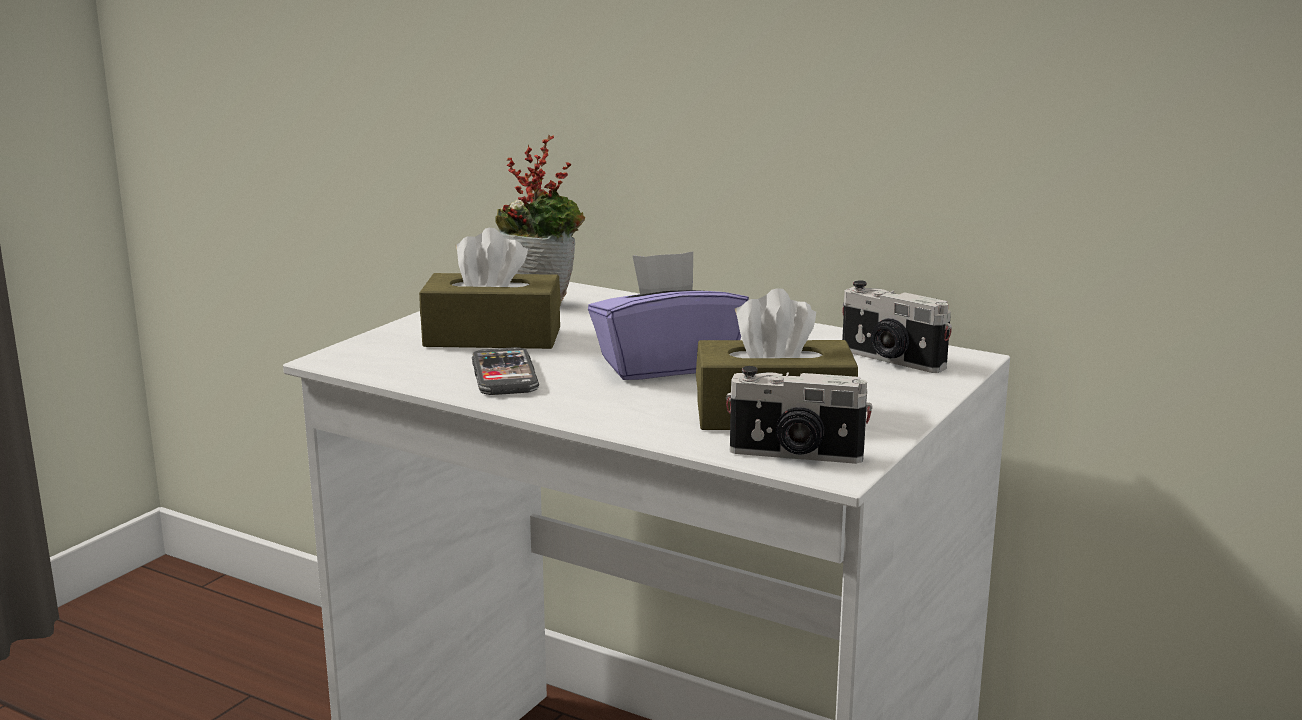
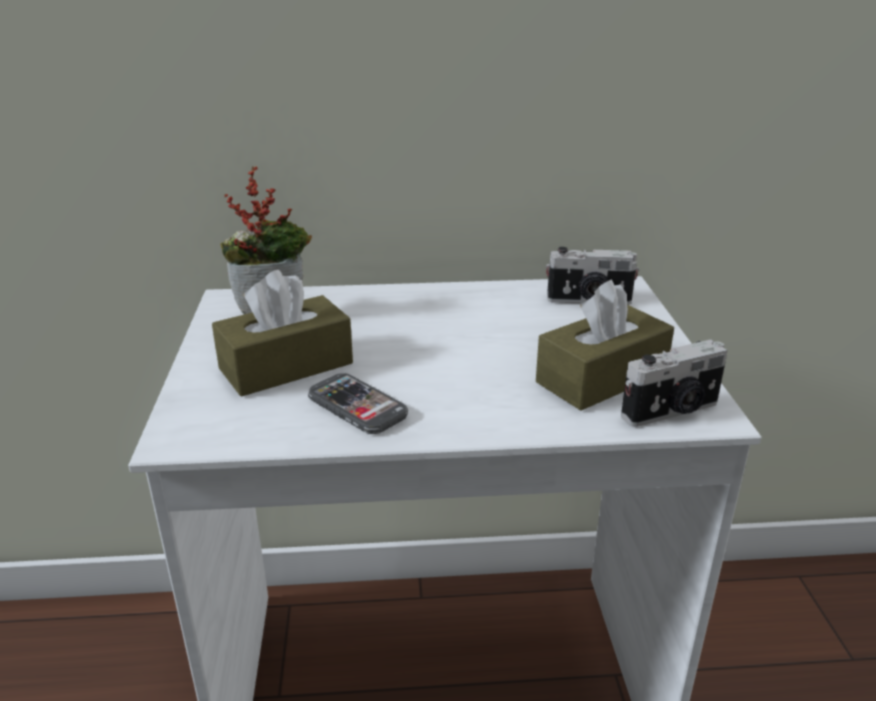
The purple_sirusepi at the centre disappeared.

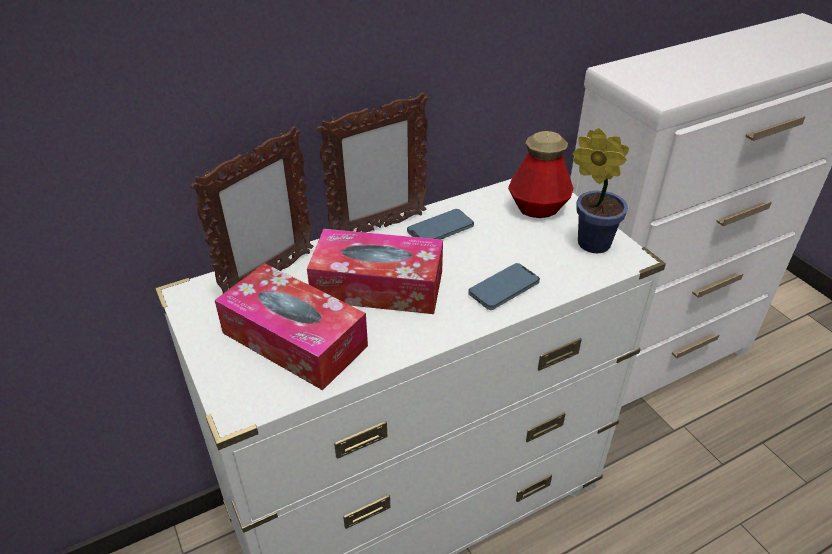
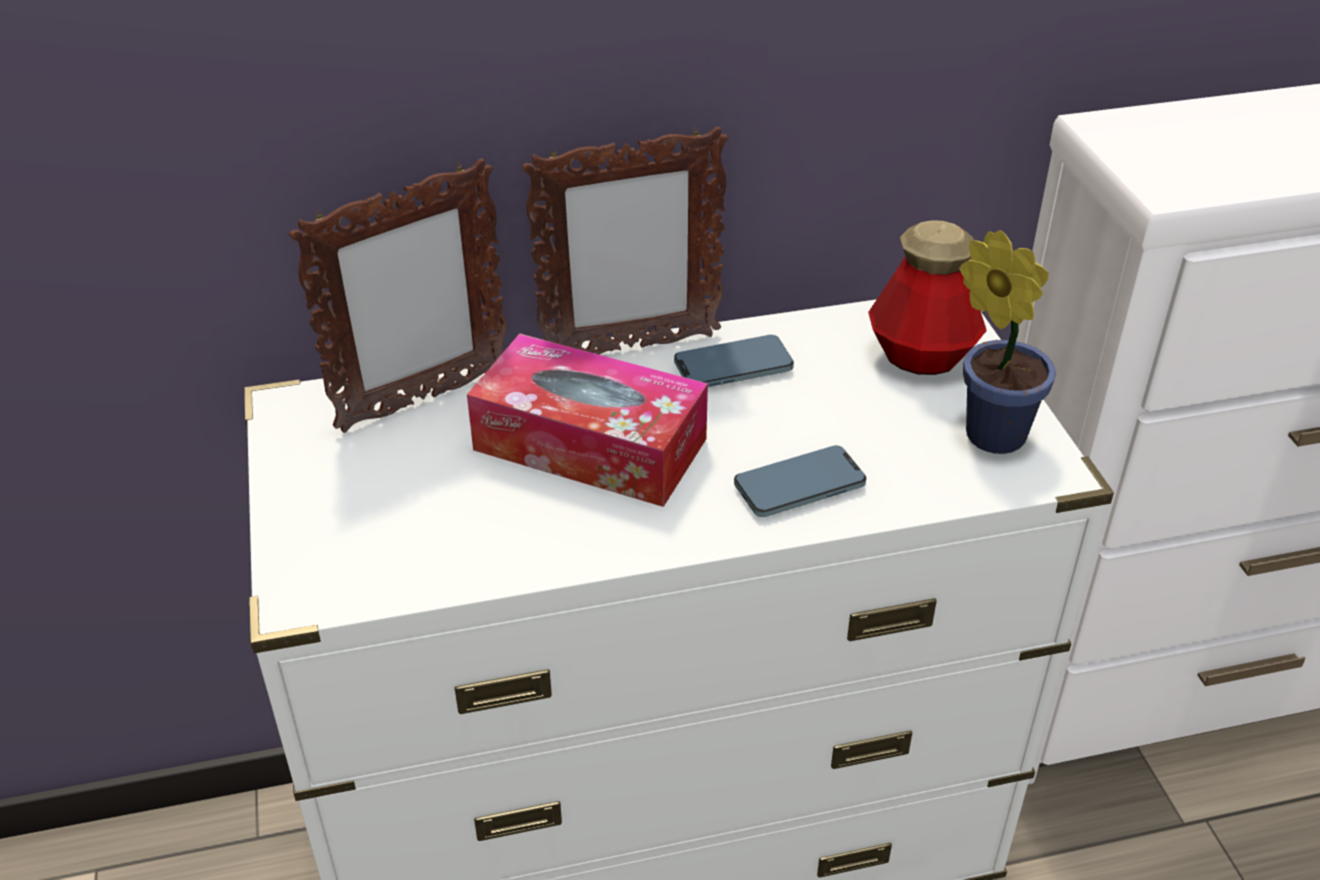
The sirusepi (1st from left) at the centre disappeared.

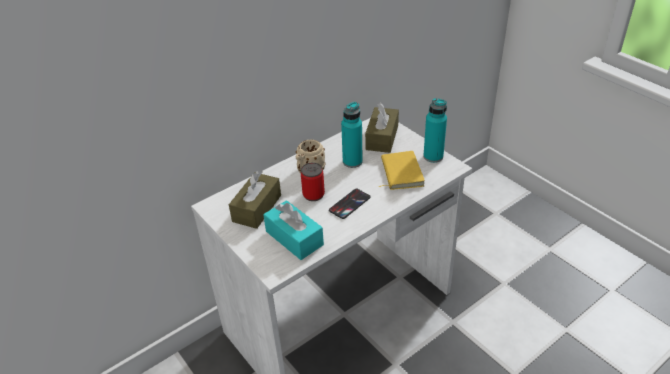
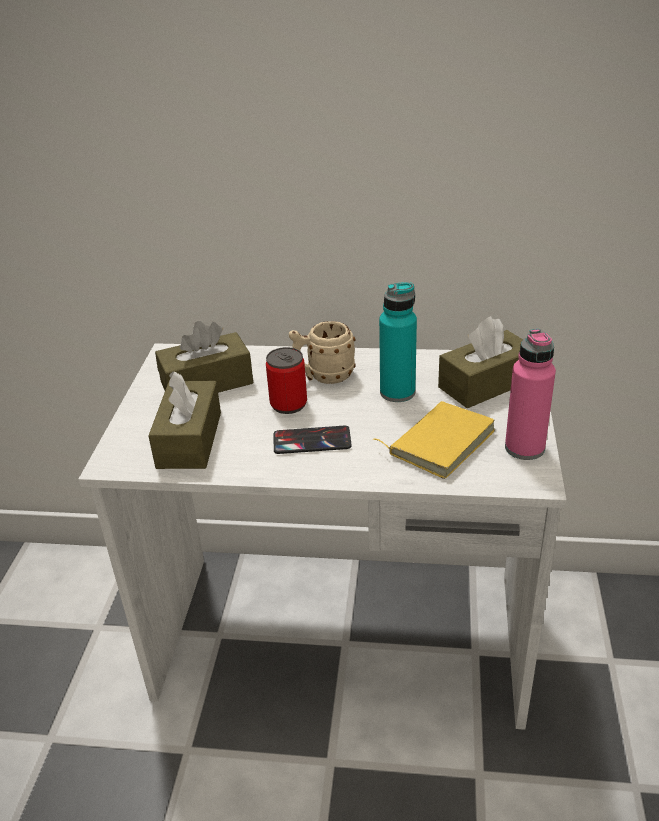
The turquoise_sirusepi at the centre became the brown_sirusepi (1st from left) at the middle left.
The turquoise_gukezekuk (2nd from left) at the centre became the pink_gukezekuk at the middle right.

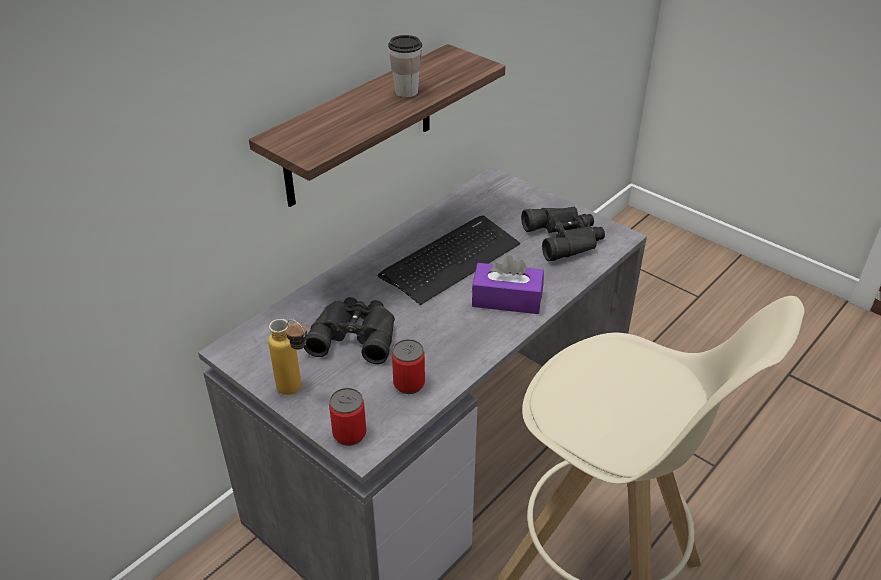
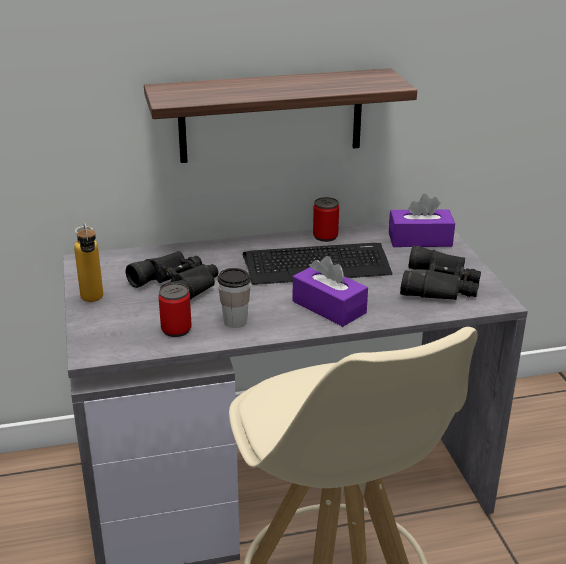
The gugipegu (1st from left in the first image) moved from the bottom centre to the centre.
The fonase moved from the top centre to the centre.
The purple_sirusepi (2nd from left) at the middle right appeared.

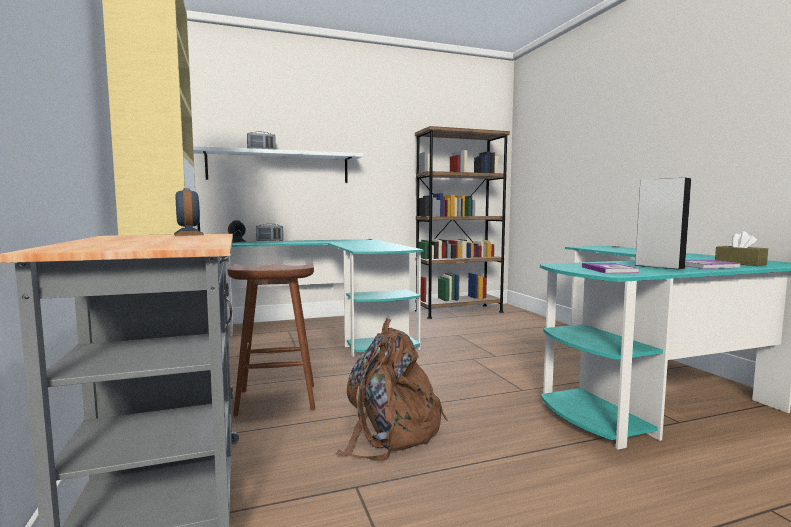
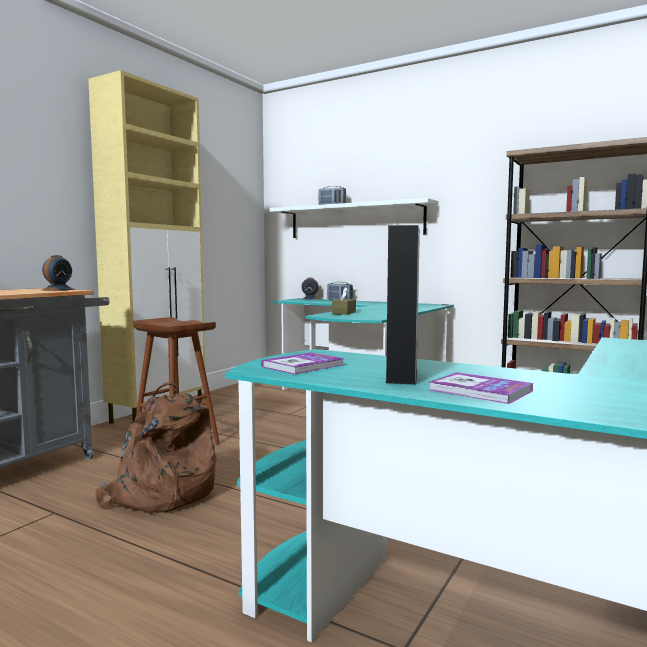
The brown_sirusepi moved from the middle right to the centre.

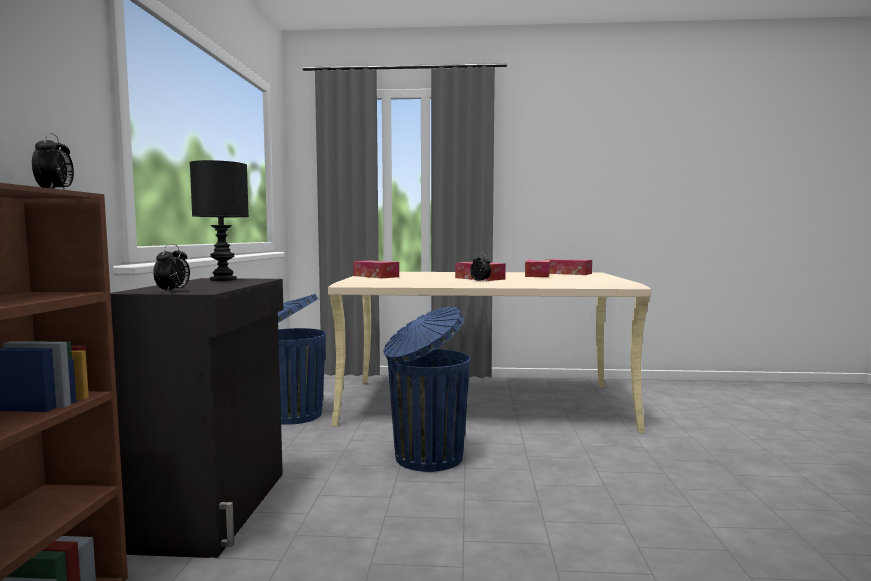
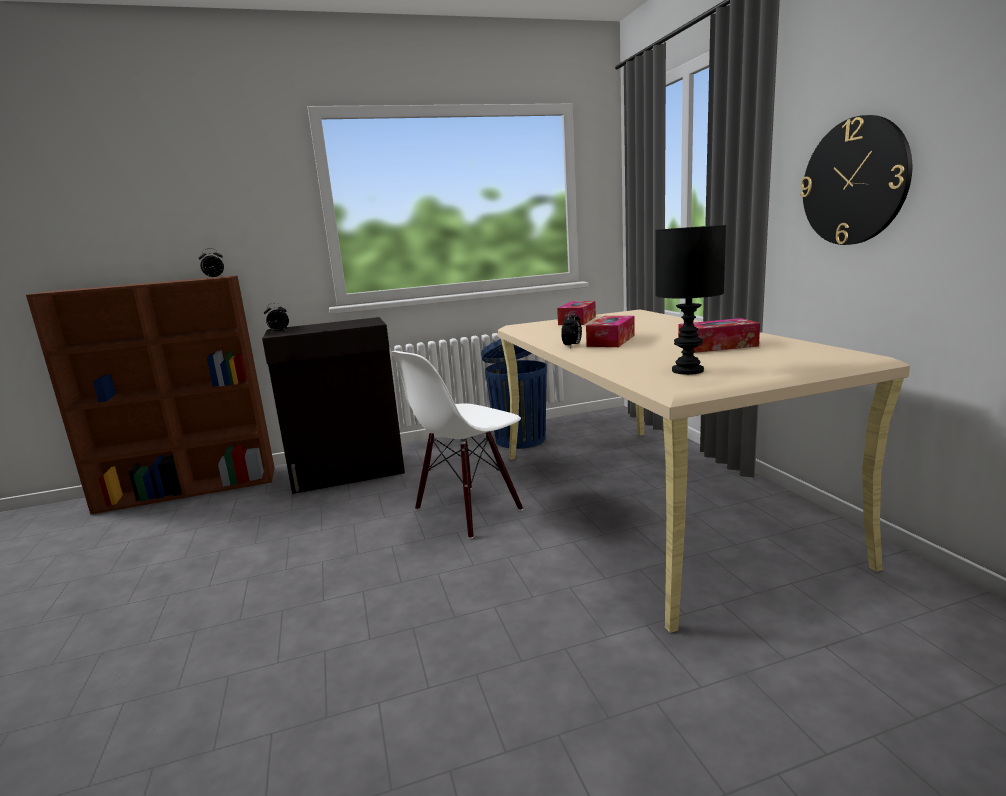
The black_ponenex moved from the middle left to the middle right.
The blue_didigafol (2nd from left) at the bottom centre was replaced by the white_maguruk at the centre.
The sirusepi (4th from left) at the centre disappeared.
The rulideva at the top right appeared.

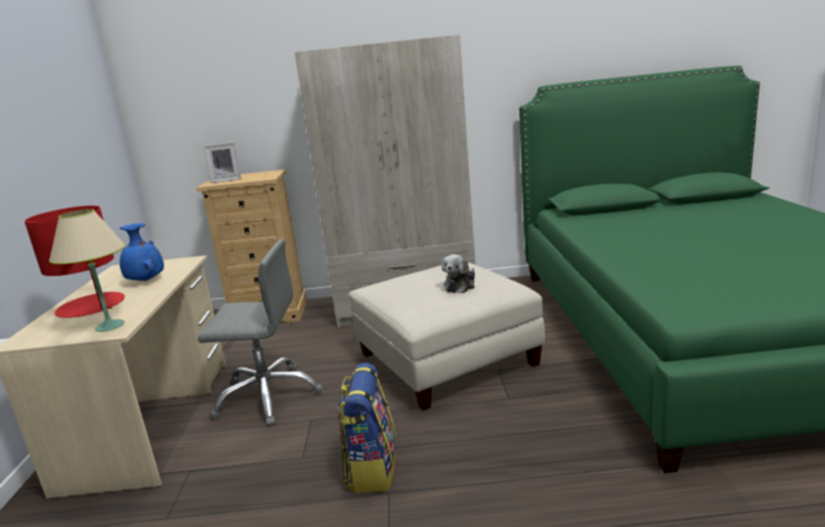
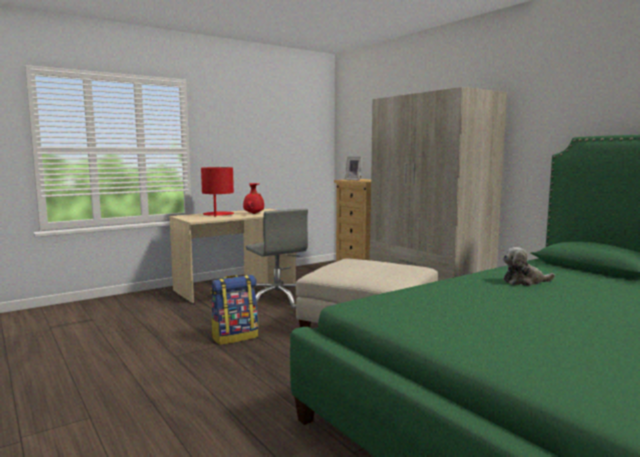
The beige_ponenex at the middle left disappeared.
The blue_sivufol at the middle left became the red_sivufol at the centre.
The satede moved from the centre to the middle right.

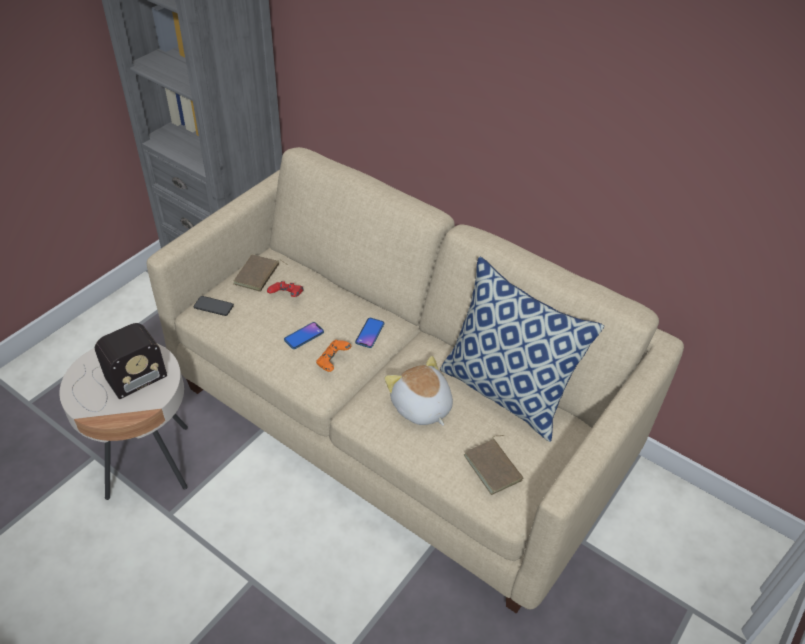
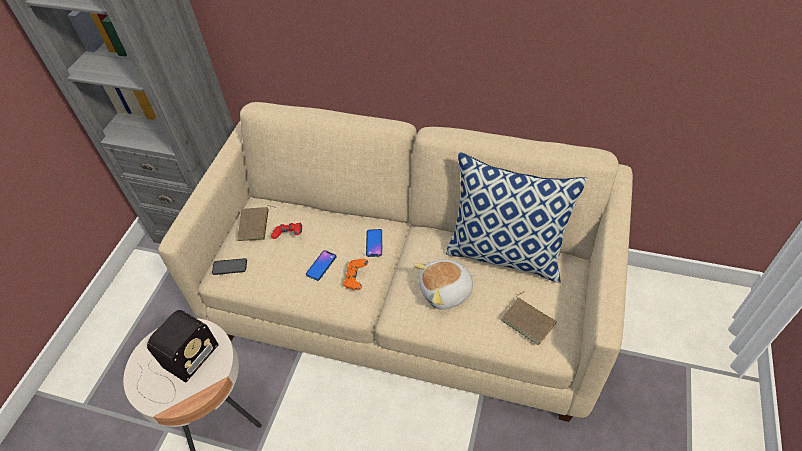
The satede at the centre turned 60 degrees counterclockwise.

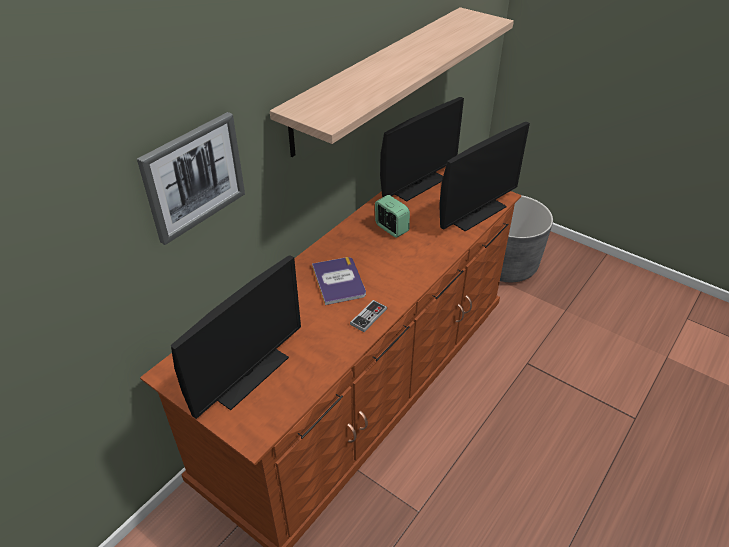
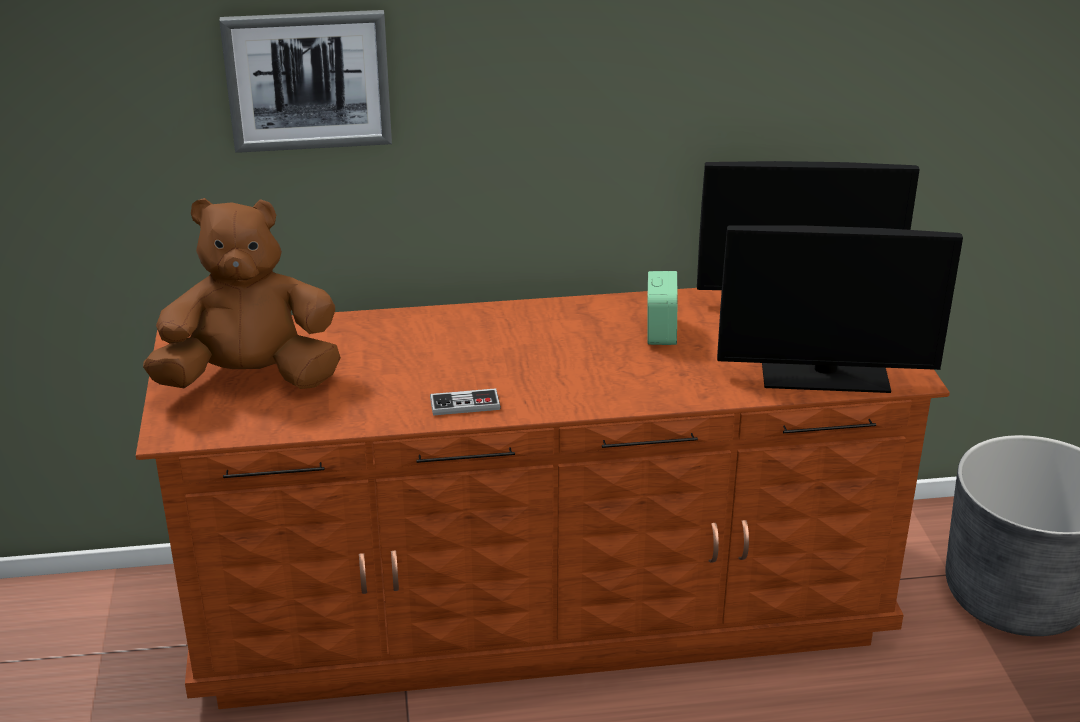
The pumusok (1st from left) at the middle left was replaced by the brown_satede at the middle left.
The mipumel at the top centre disappeared.
The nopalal at the centre disappeared.

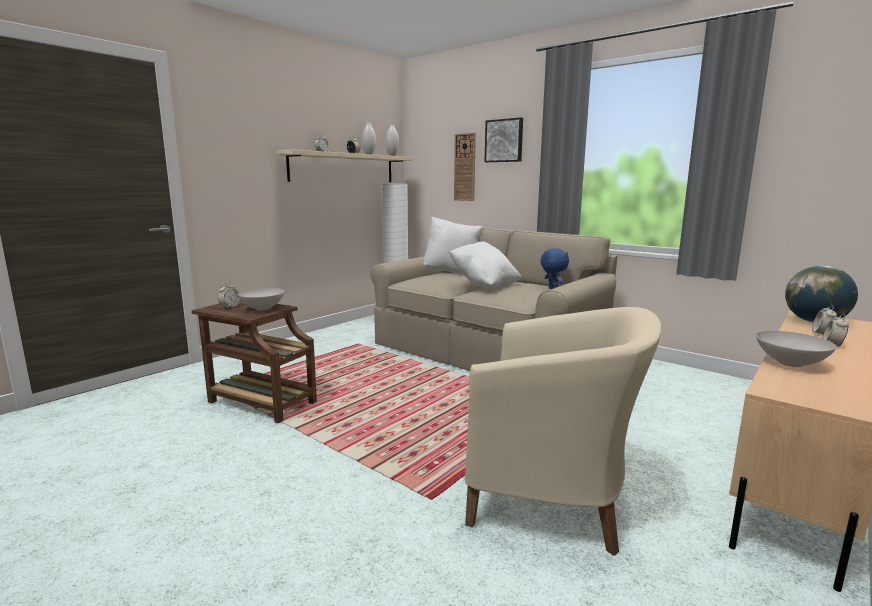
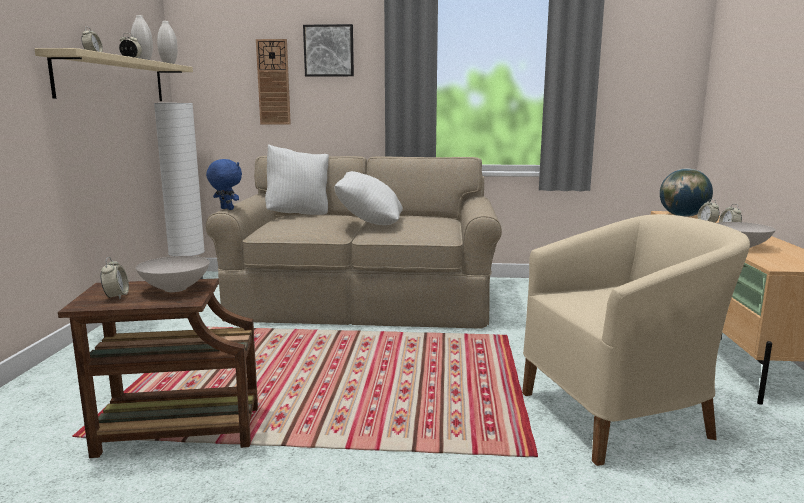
The blue_satede moved from the centre to the middle left.

